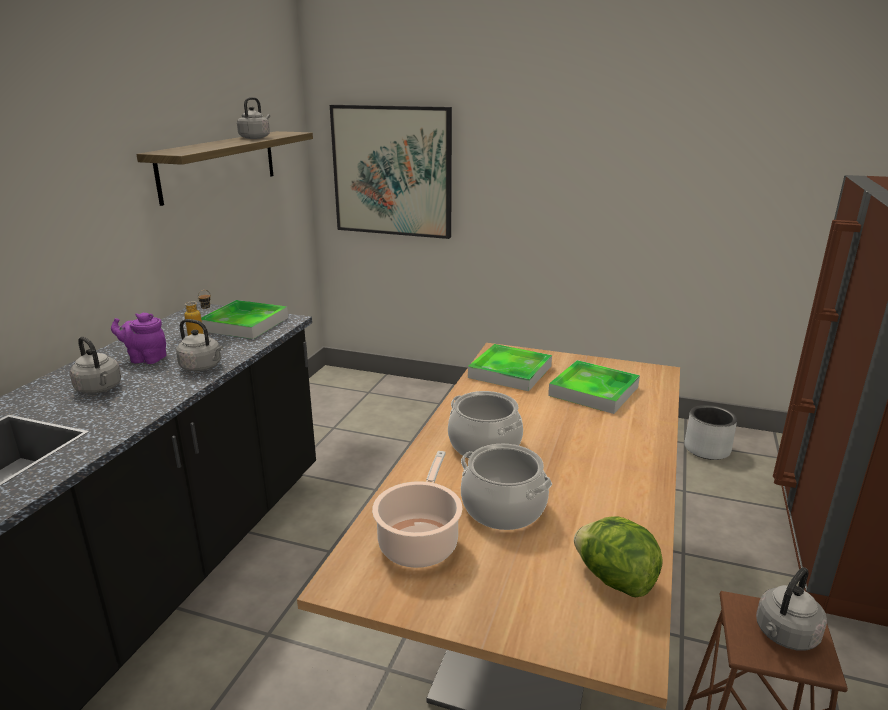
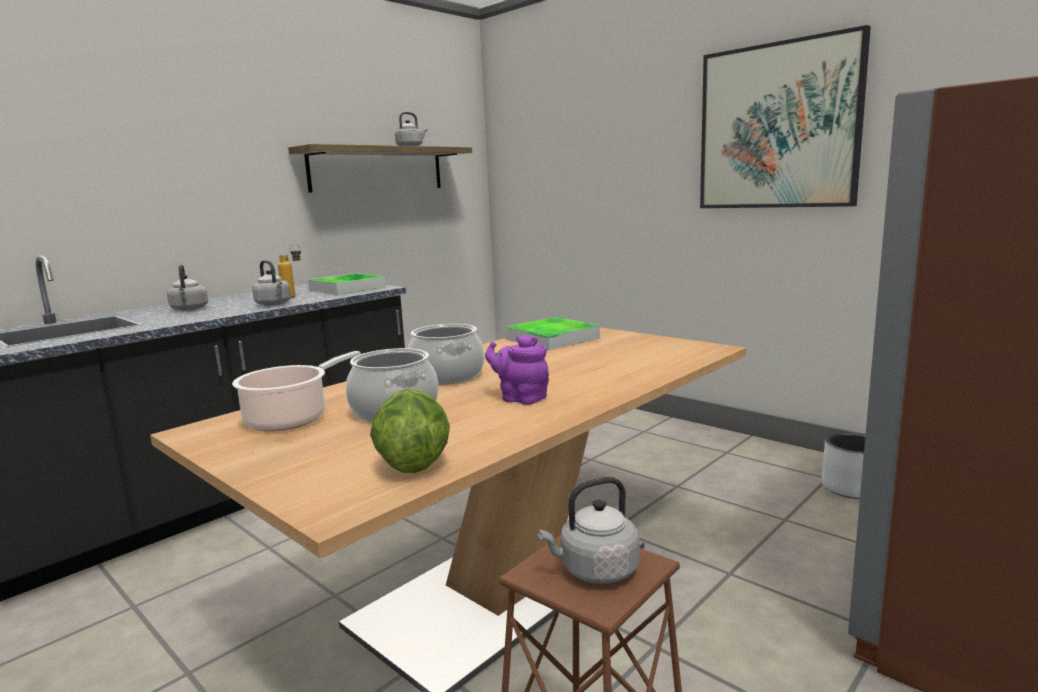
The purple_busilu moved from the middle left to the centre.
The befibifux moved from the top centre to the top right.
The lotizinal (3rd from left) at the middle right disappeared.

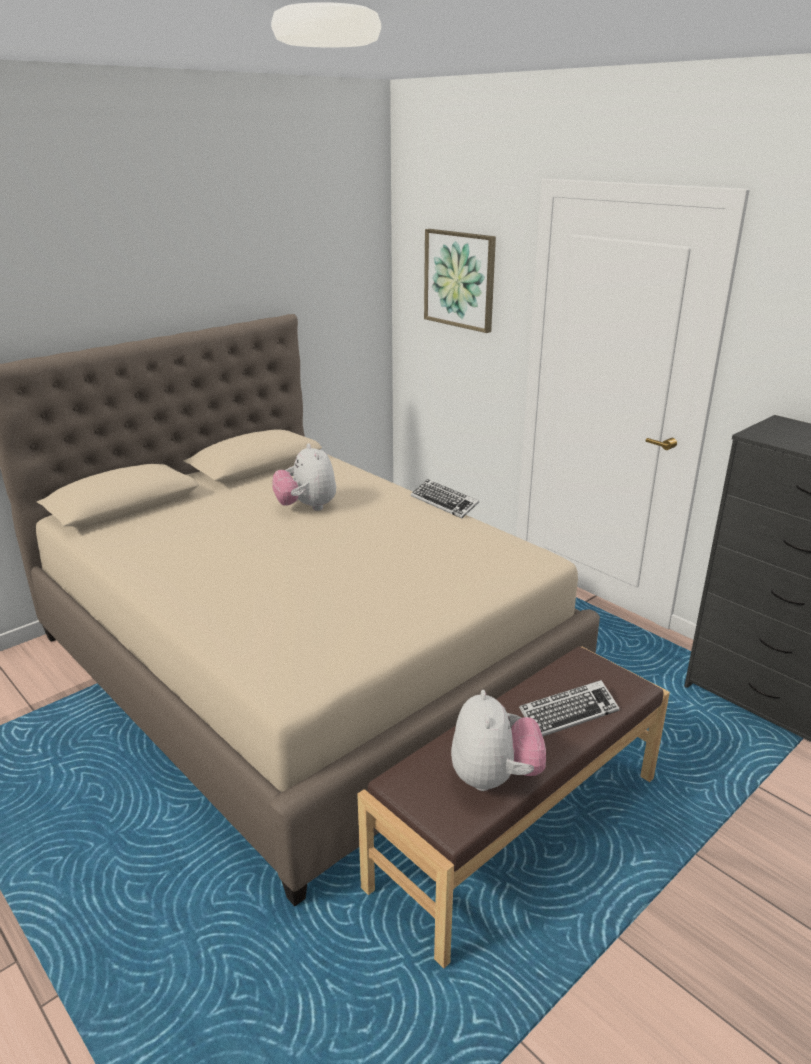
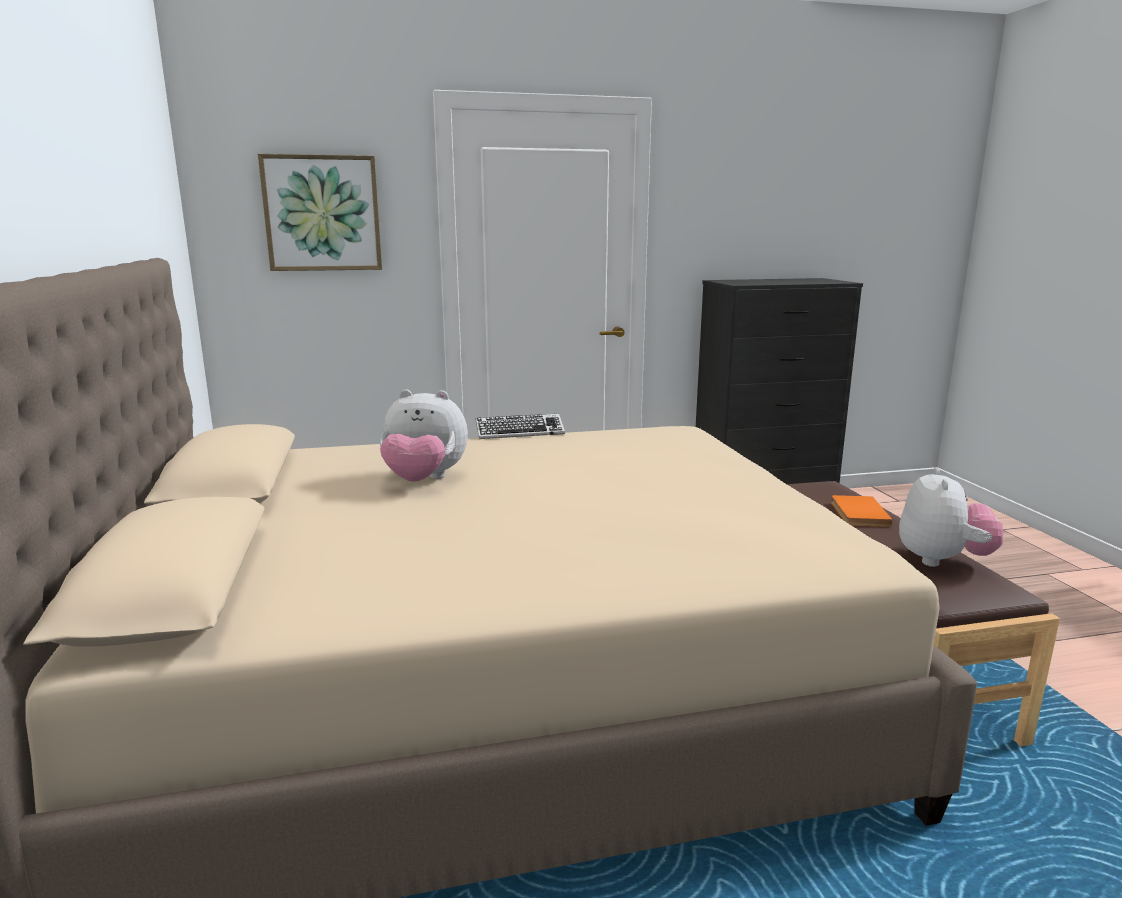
The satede (2nd from left) at the bottom centre turned 75 degrees clockwise.
The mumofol (2nd from left) at the middle right was replaced by the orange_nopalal at the middle right.

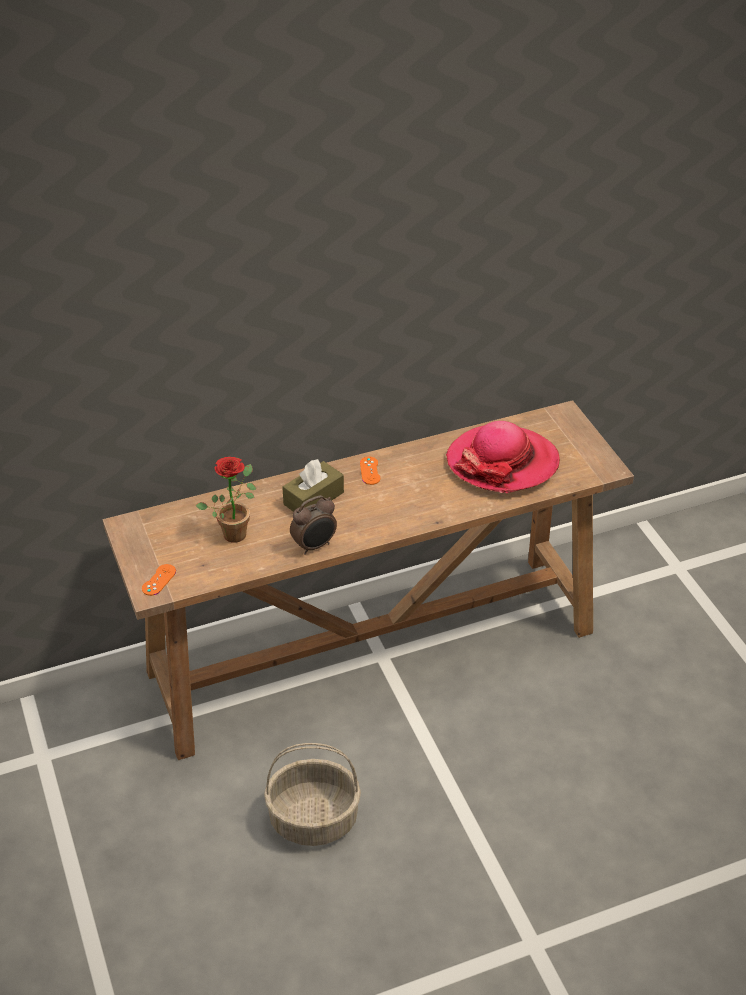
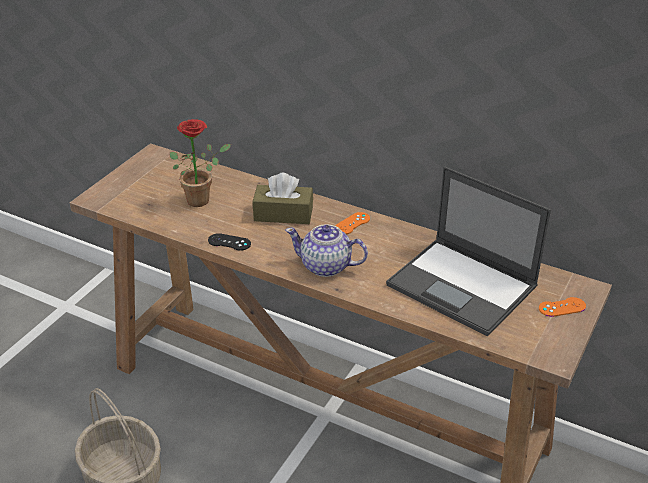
The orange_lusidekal (1st from left in the first image) moved from the middle left to the middle right.
The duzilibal at the centre was replaced by the black_lusidekal at the centre.
The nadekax at the middle right was replaced by the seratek at the middle right.
The busilu at the centre appeared.

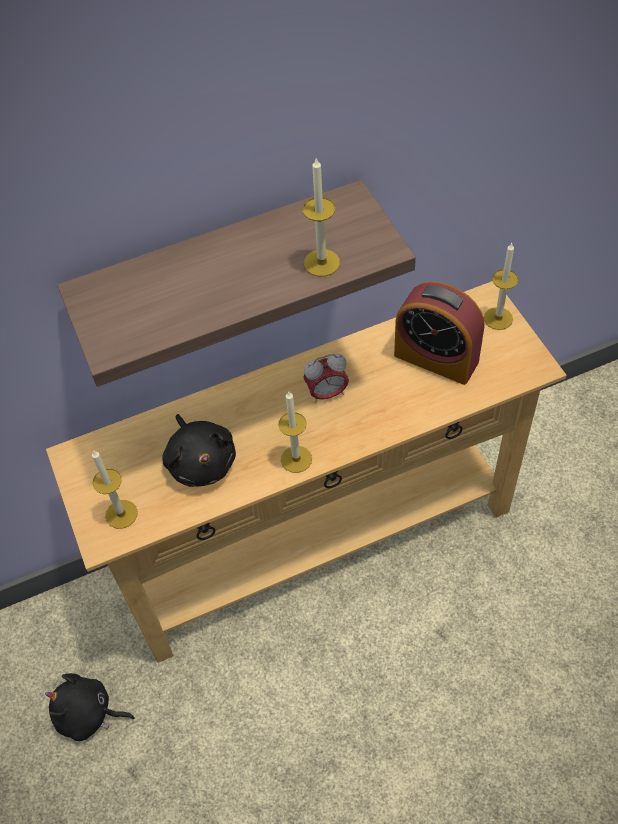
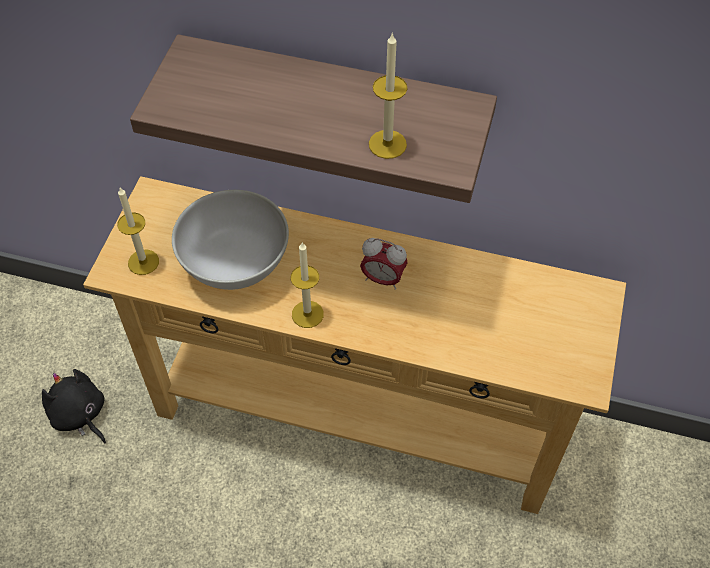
The black_satede (2nd from left) at the middle left was replaced by the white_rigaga at the middle left.
The duzilibal (2nd from left) at the middle right disappeared.
The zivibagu (4th from left) at the middle right disappeared.

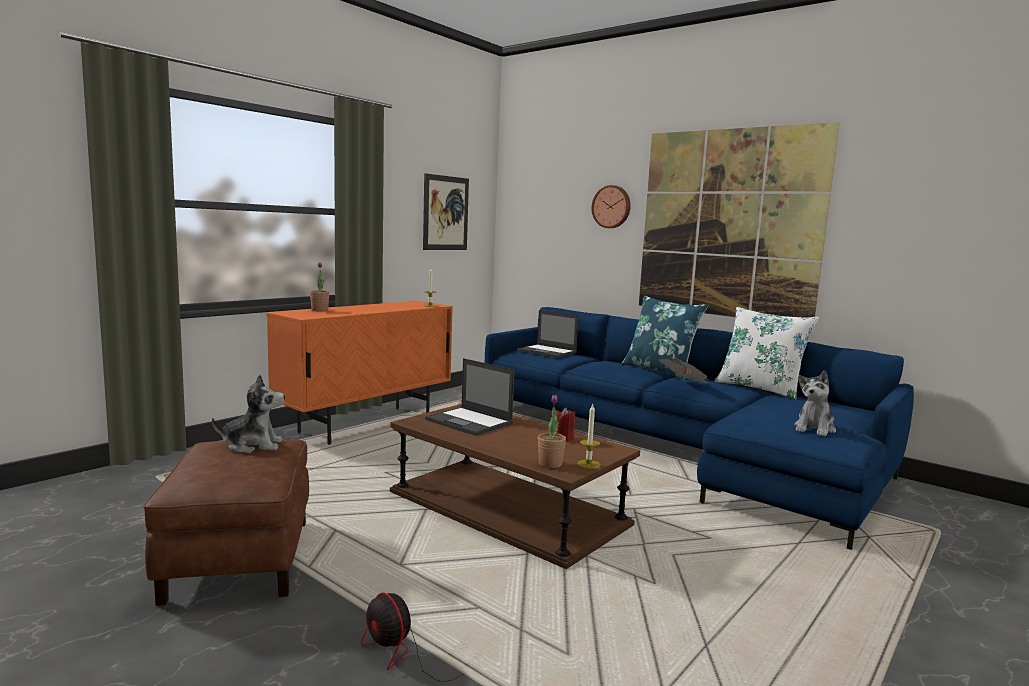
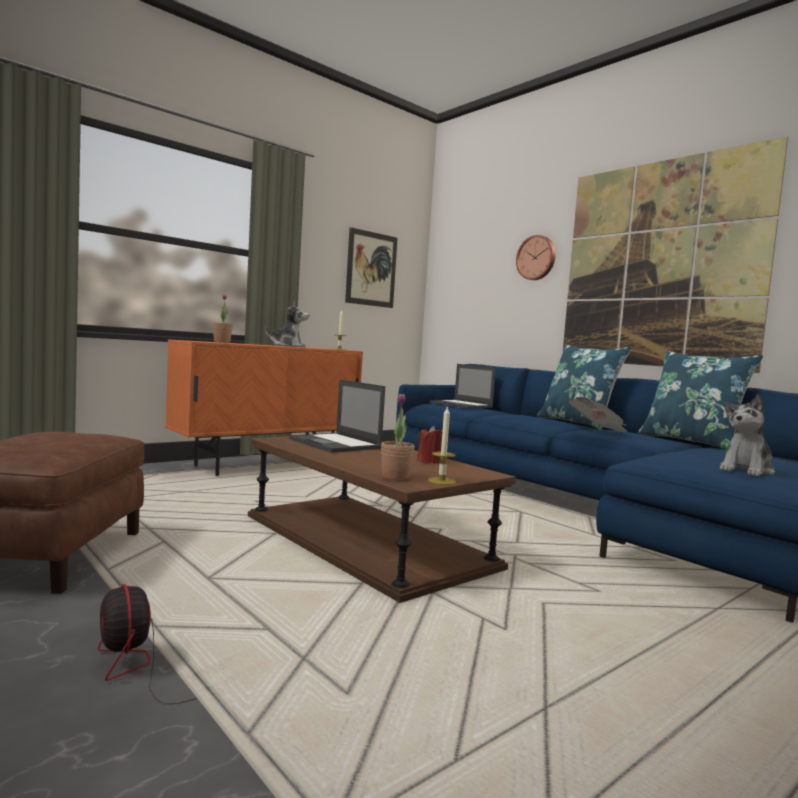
The satede (1st from left) moved from the middle left to the centre.
The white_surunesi at the middle right became the blue_surunesi (2nd from left) at the middle right.

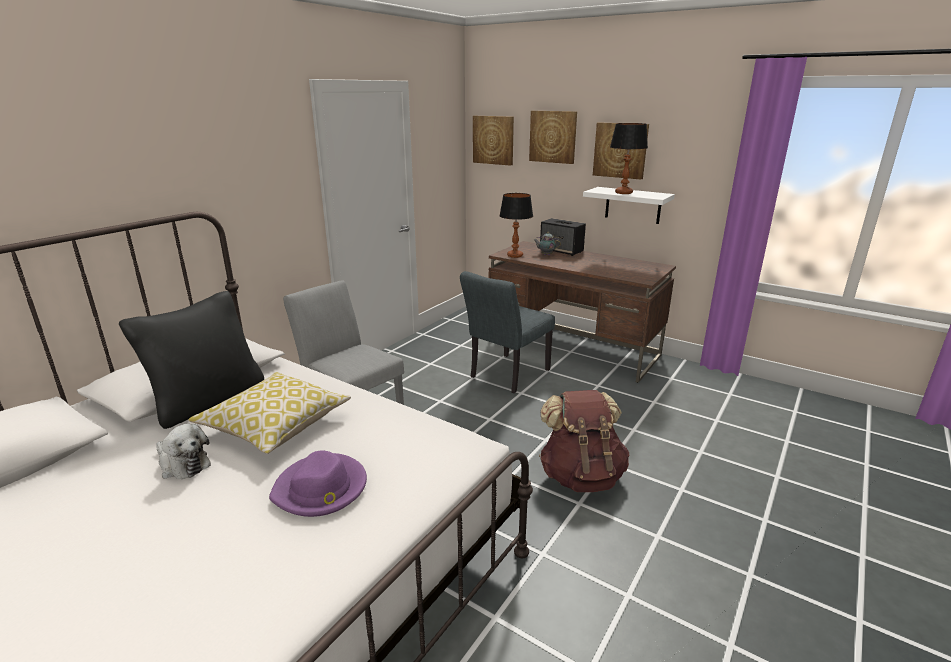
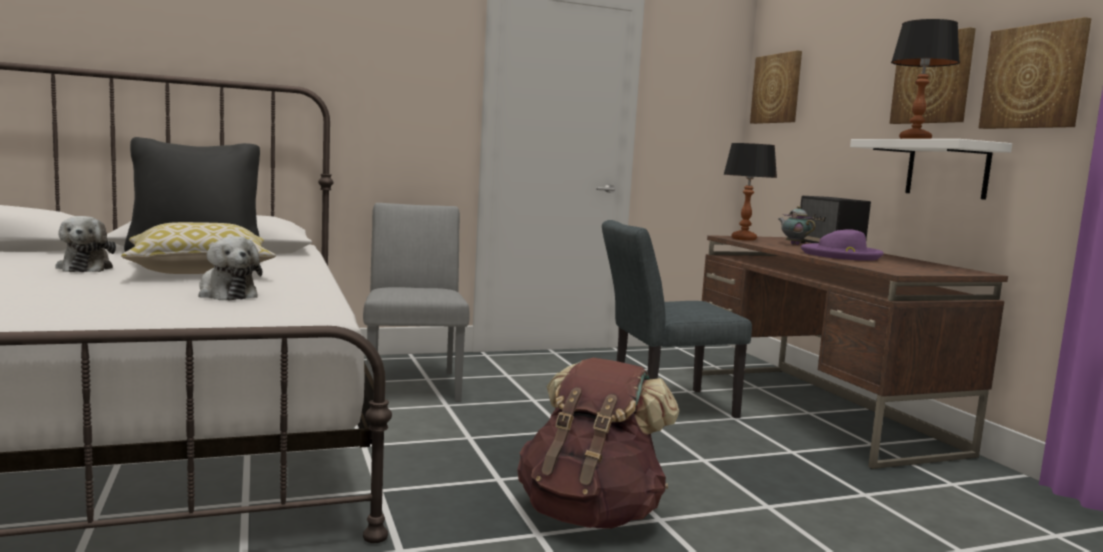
The purple_nadekax moved from the bottom centre to the middle right.
The befibifux (2nd from left in the first image) moved from the top centre to the top right.
The satede (2nd from left) at the middle left appeared.

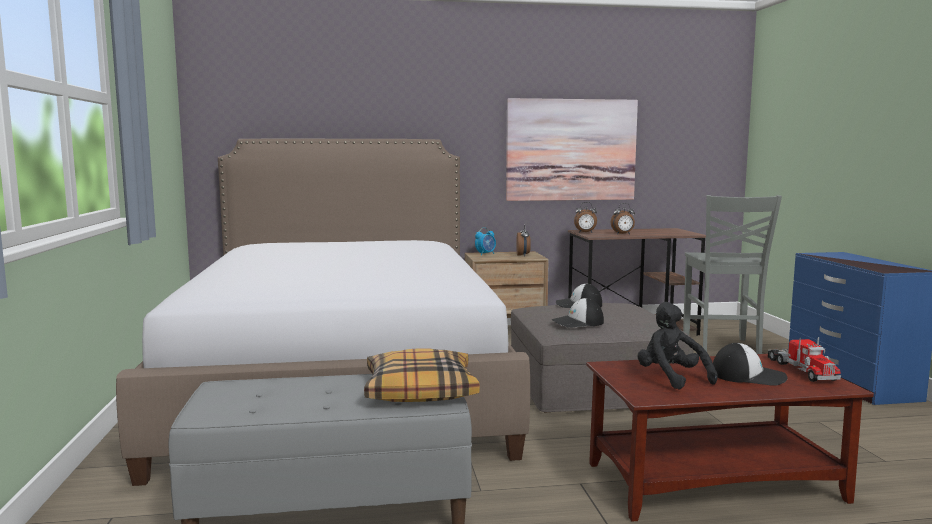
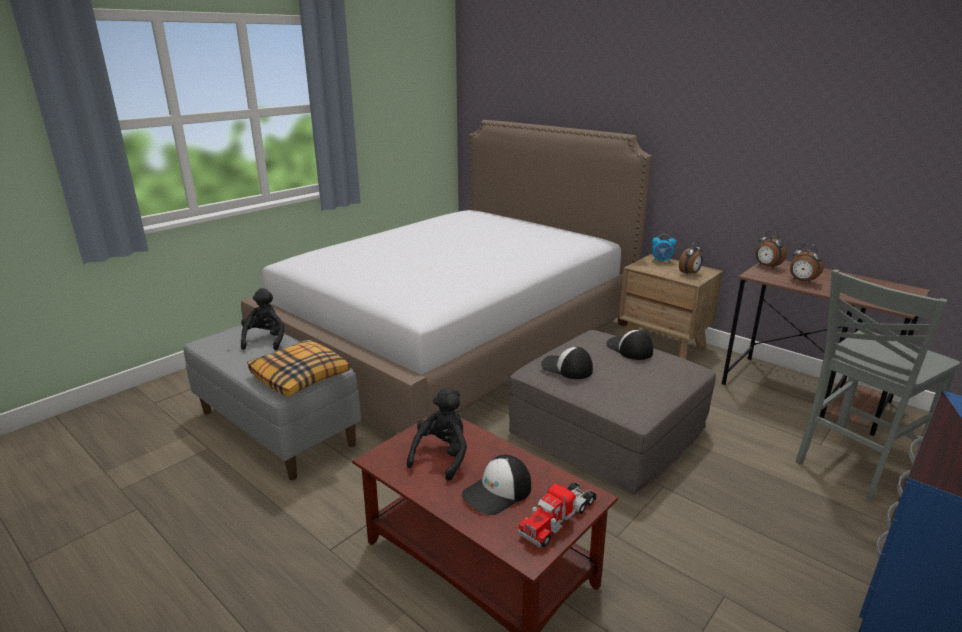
The befibifux at the top centre disappeared.
The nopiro (3rd from left in the first image) at the bottom right turned 75 degrees clockwise.
The black_satede (1st from left) at the middle left appeared.

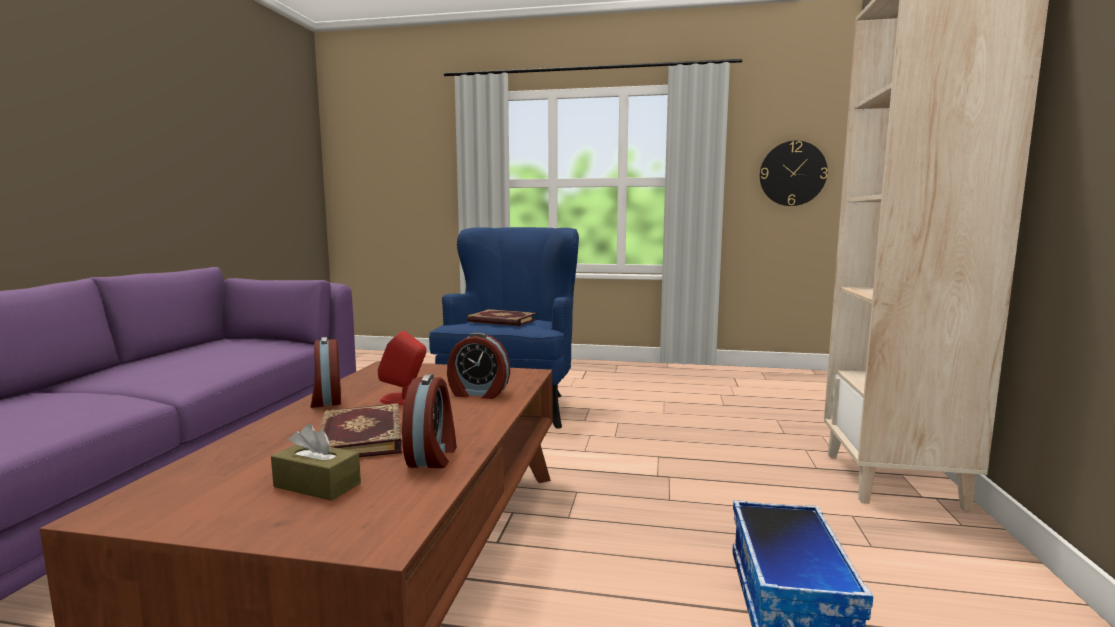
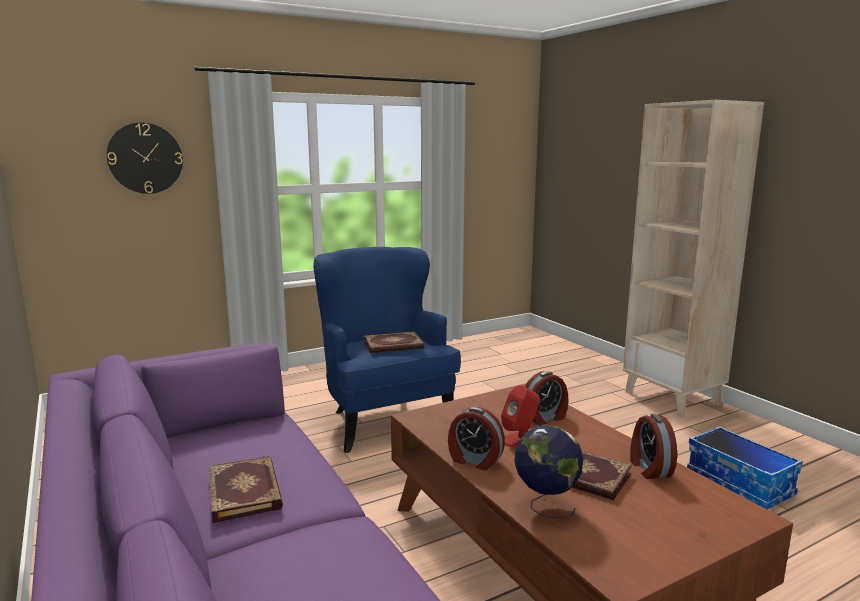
The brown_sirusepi at the bottom left disappeared.
The duzilibal (2nd from left in the first image) at the bottom centre turned 150 degrees counterclockwise.
The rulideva moved from the top right to the top left.
The nopalal (1st from left) at the bottom left appeared.
The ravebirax at the bottom centre appeared.

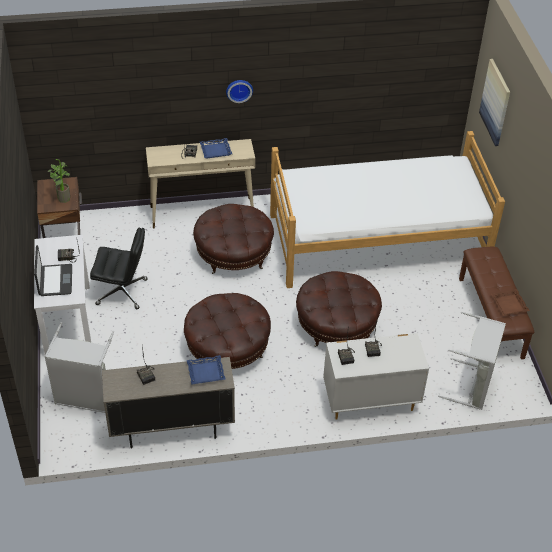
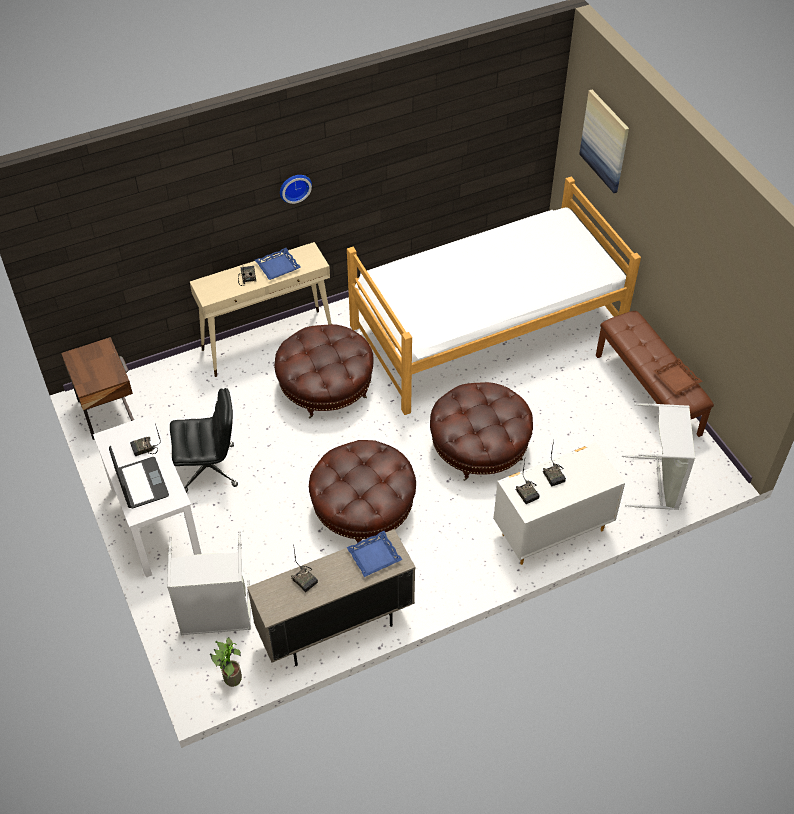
The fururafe moved from the top left to the bottom left.

